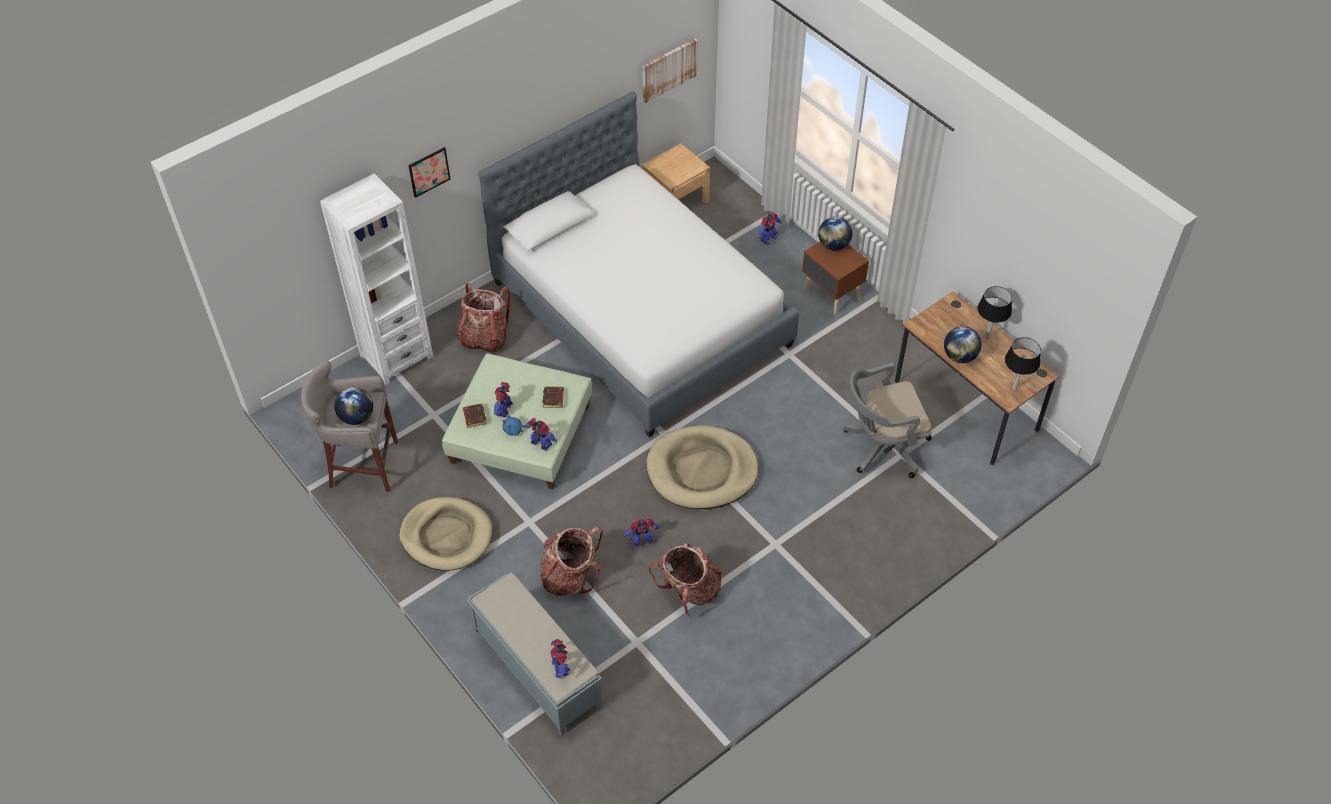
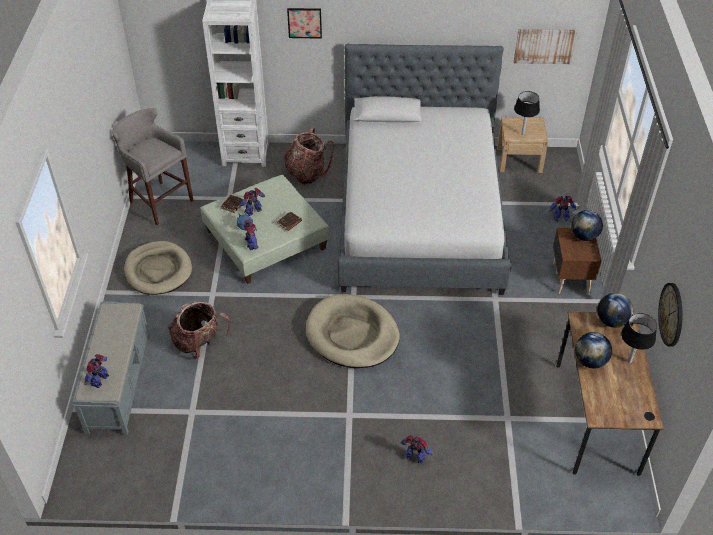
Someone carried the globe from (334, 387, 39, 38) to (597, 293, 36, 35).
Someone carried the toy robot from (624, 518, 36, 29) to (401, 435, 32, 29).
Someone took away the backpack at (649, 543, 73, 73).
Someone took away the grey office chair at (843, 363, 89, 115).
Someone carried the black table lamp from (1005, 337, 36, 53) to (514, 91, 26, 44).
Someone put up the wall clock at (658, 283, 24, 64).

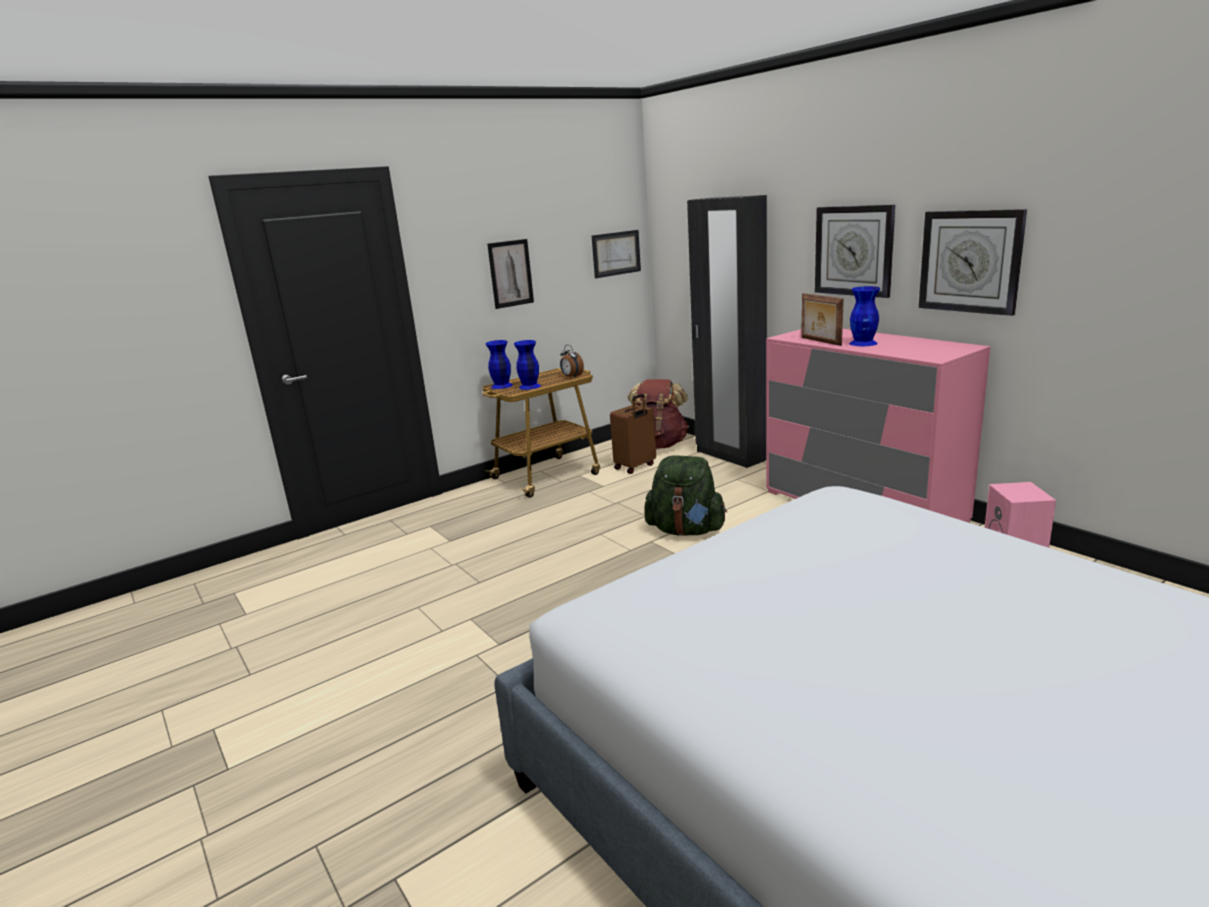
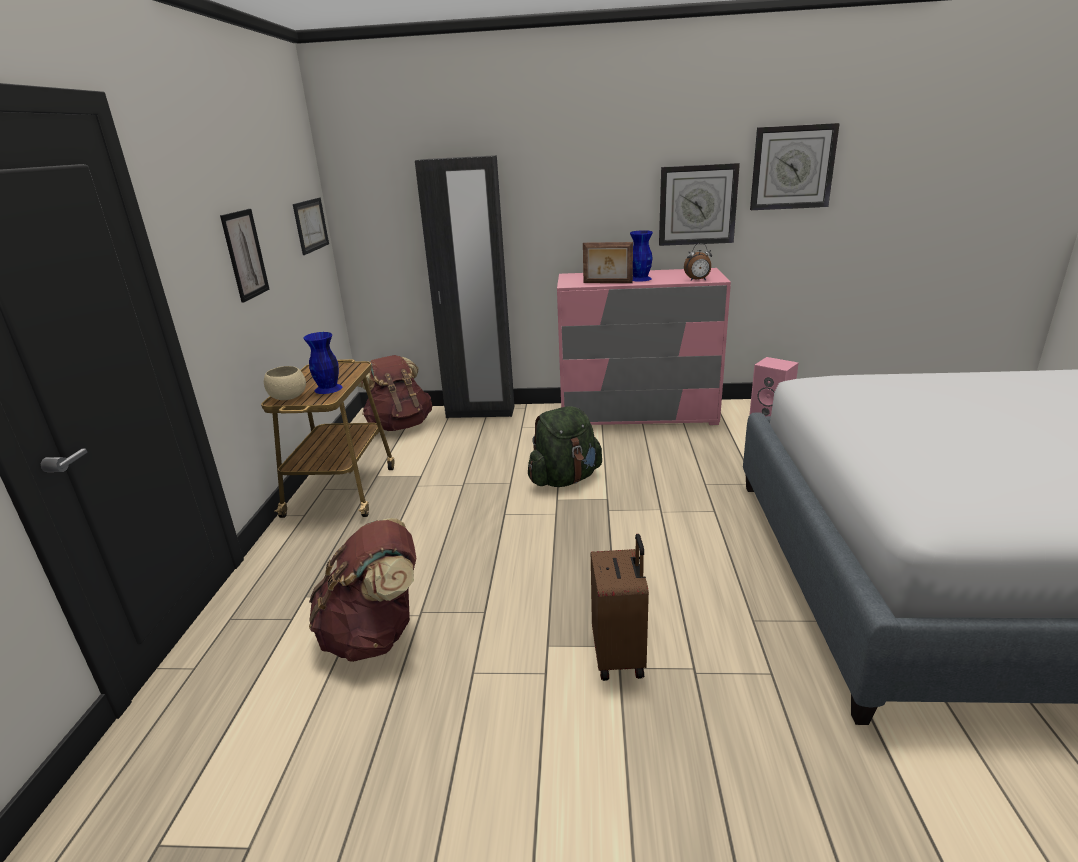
Someone swapped the blue vase at (486, 340, 27, 49) for the beige bowl at (264, 366, 42, 34).
Someone carried the alarm clock from (560, 345, 24, 33) to (684, 244, 28, 37).
Someone carried the brown suitcase from (610, 394, 46, 80) to (591, 534, 58, 147).
Someone carried the wall clock from (815, 205, 80, 93) to (750, 123, 90, 87).
Someone put down the brown backpack at (309, 518, 107, 144).

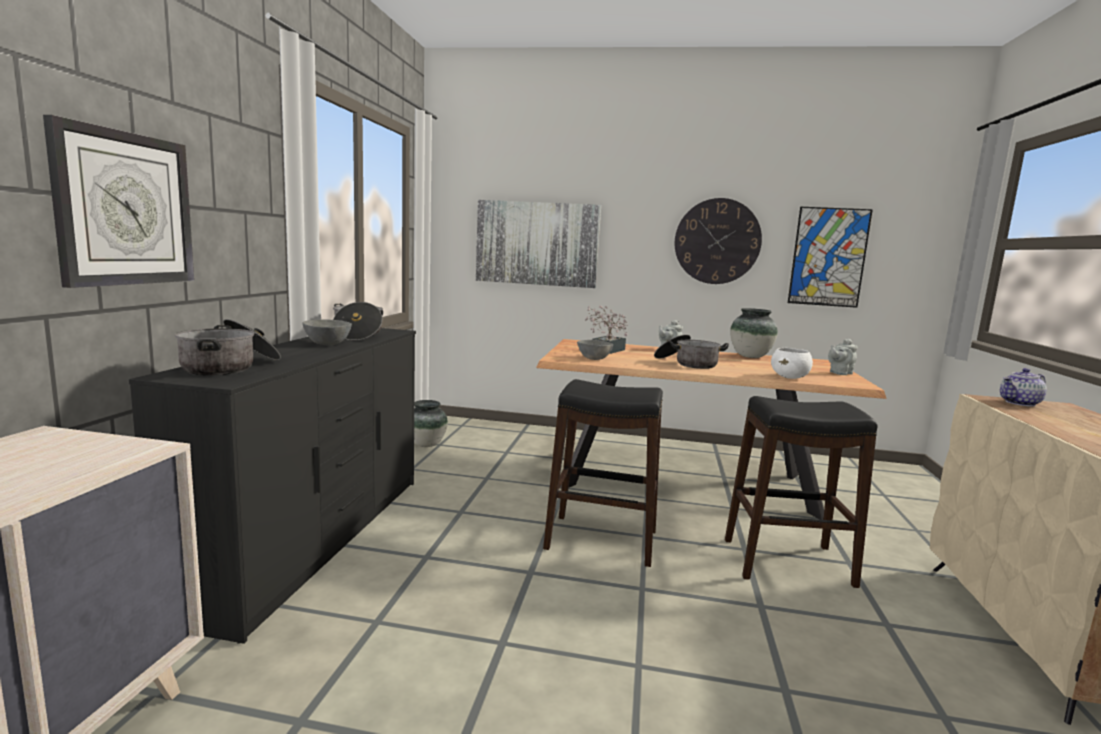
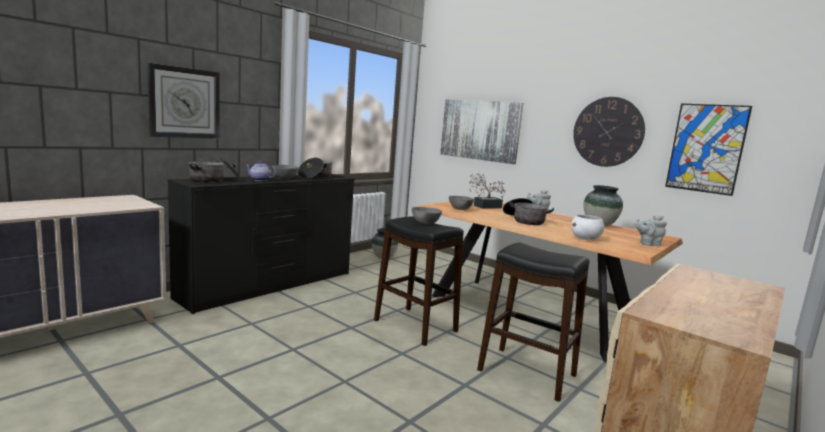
Someone carried the teapot from (1000, 368, 47, 38) to (246, 161, 30, 20).
Someone put down the grey bowl at (412, 207, 30, 17).

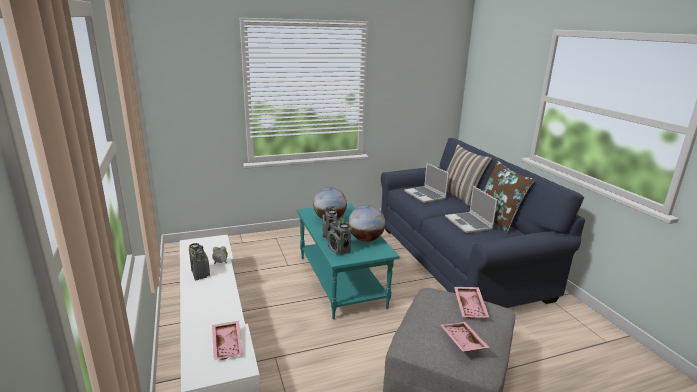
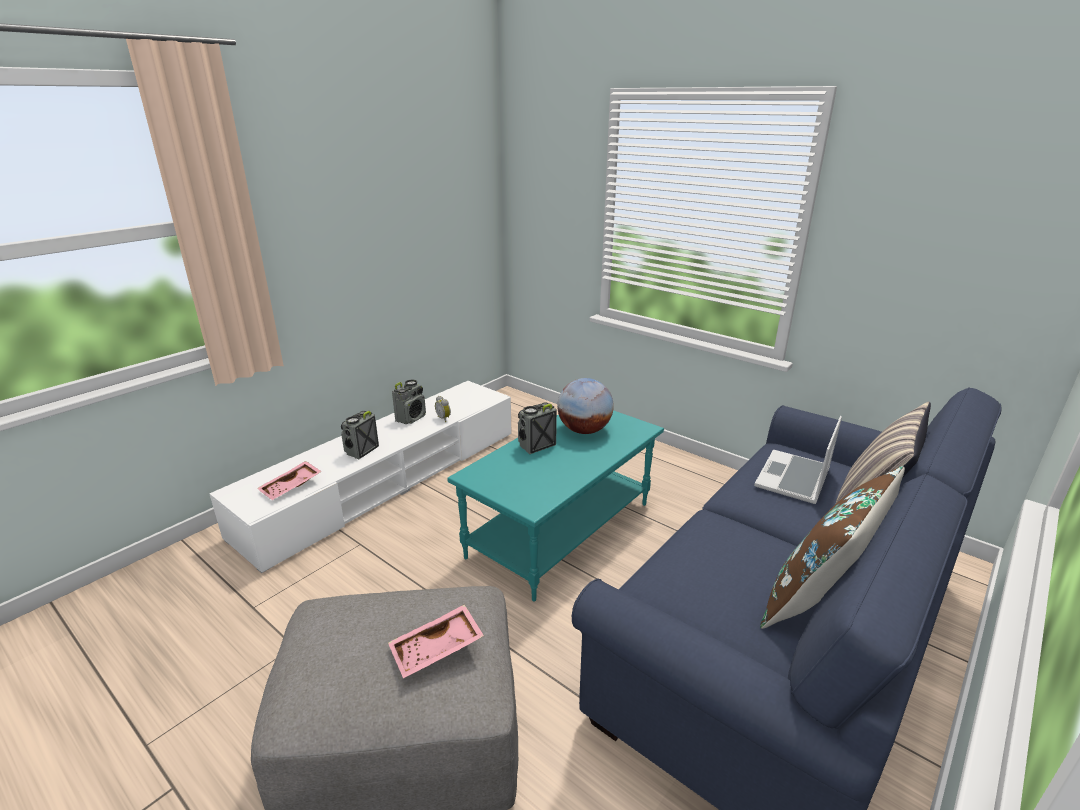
Someone carried the radio from (327, 218, 24, 37) to (341, 411, 38, 48).
Someone took away the globe at (348, 205, 37, 37).
Someone took away the pink tray at (440, 322, 50, 30).
Someone took away the laptop at (445, 186, 52, 47).

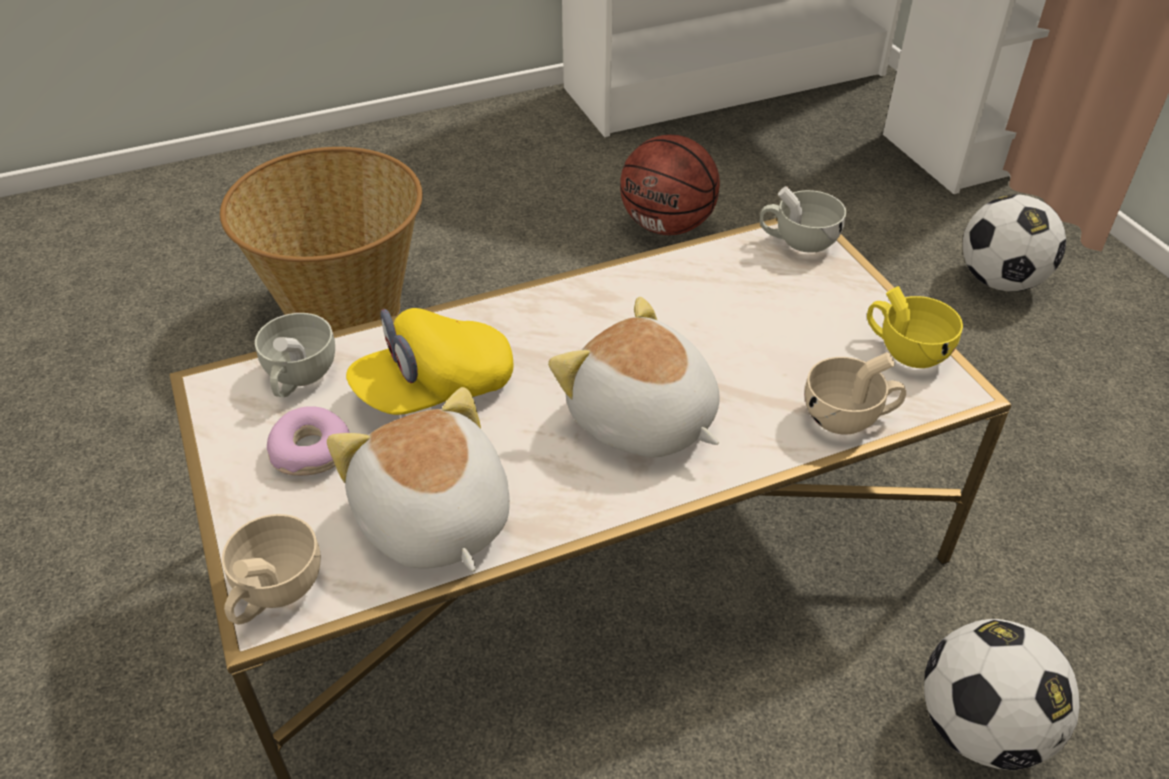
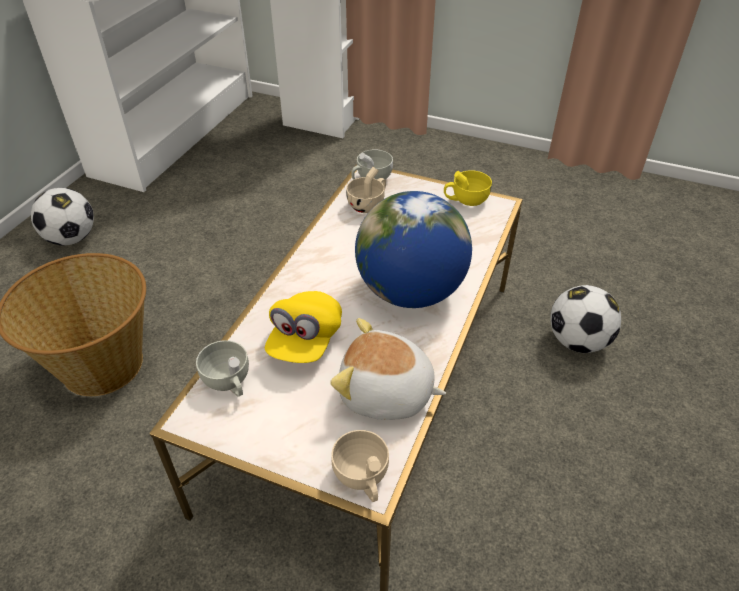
Someone took away the donut at (267, 406, 83, 70).
Someone swapped the plush toy at (548, 297, 172, 160) for the globe at (355, 191, 117, 117).
Someone took away the basketball at (620, 135, 100, 100).
Someone carried the beige cup from (805, 352, 101, 83) to (346, 167, 40, 46).
Someone carried the football from (963, 194, 103, 98) to (31, 188, 63, 58).

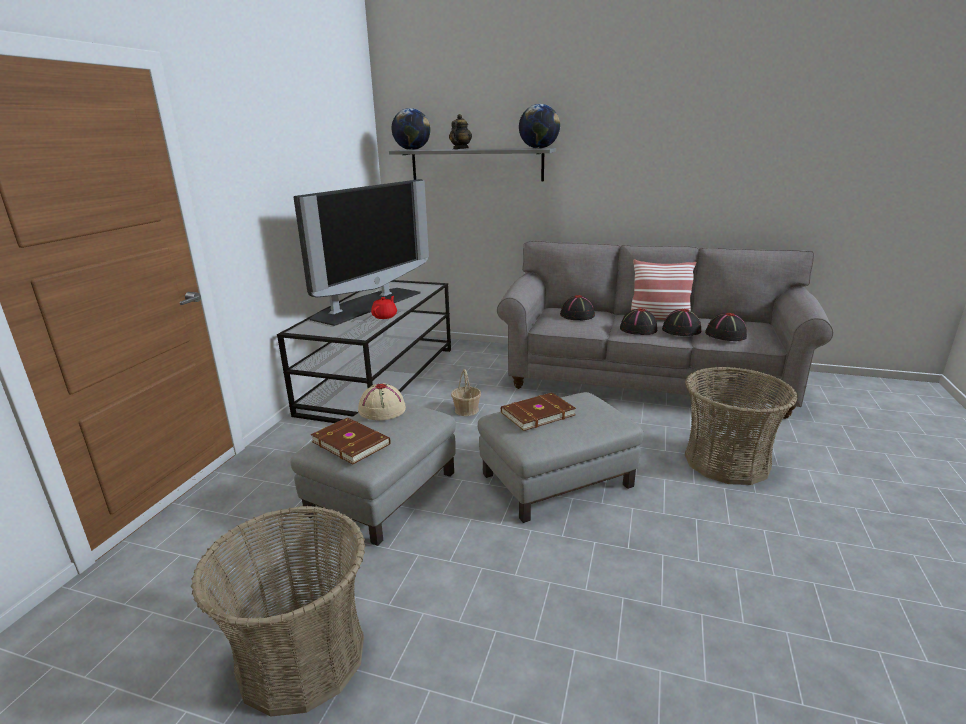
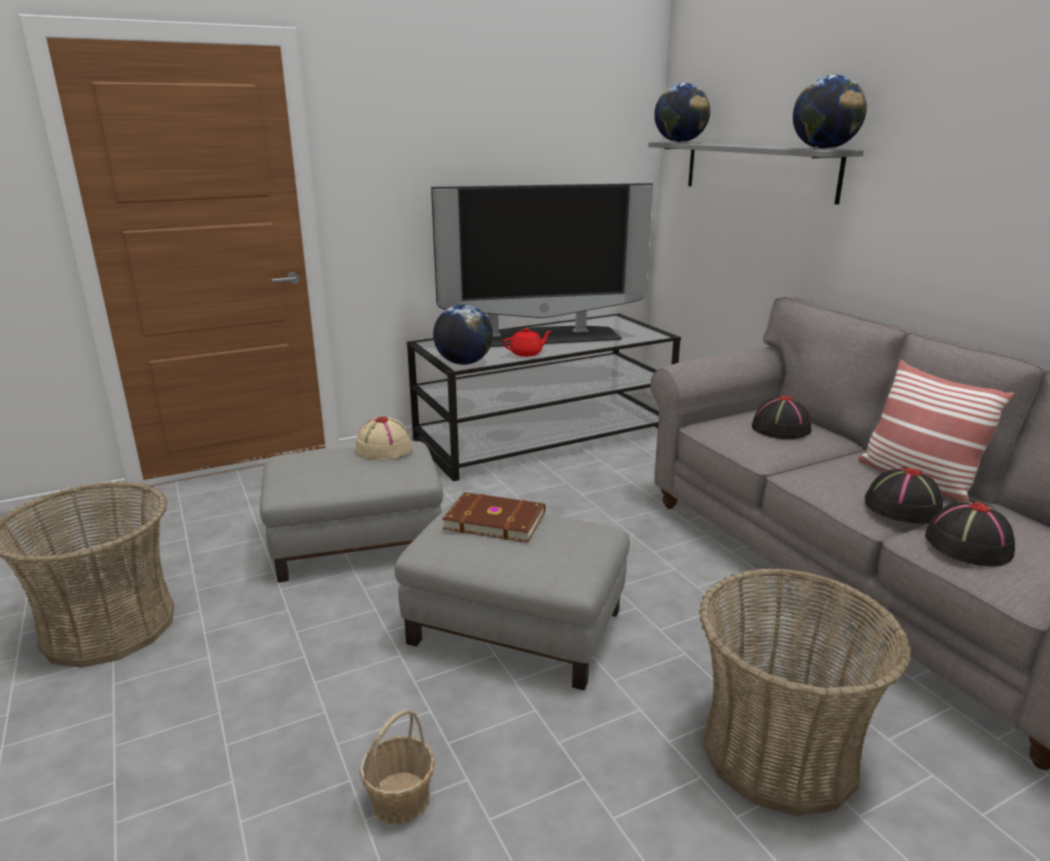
Someone took away the brown book at (310, 417, 81, 48).
Someone took away the teapot at (449, 114, 23, 35).
Someone carried the basket from (451, 369, 30, 47) to (359, 709, 76, 116).
Someone took away the black hat at (620, 308, 37, 27).
Someone put down the globe at (433, 305, 60, 60).

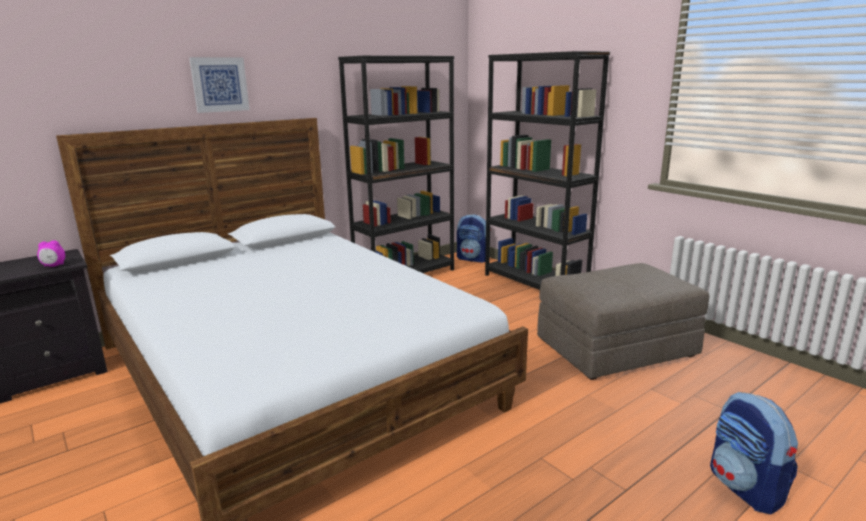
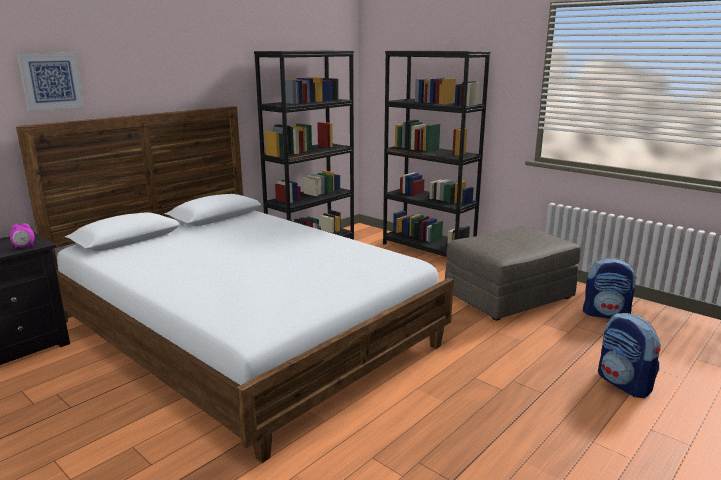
Someone carried the picture from (189, 57, 61, 56) to (17, 53, 68, 58).
Someone carried the backpack from (457, 214, 34, 49) to (583, 258, 54, 61).

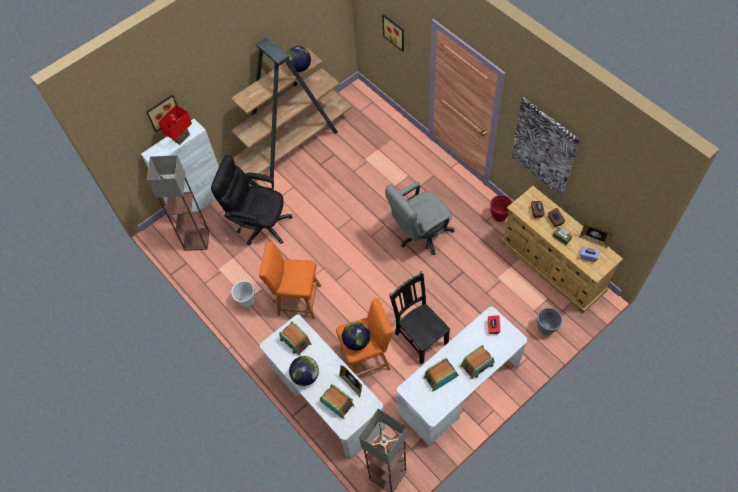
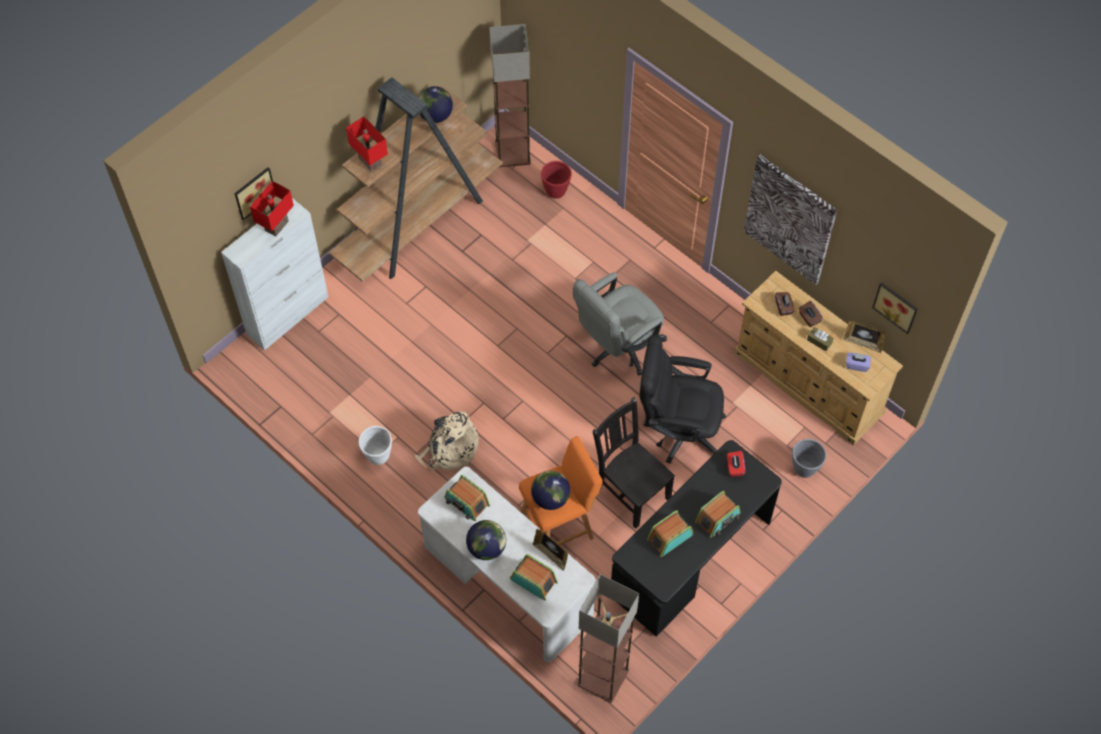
Someone carried the floor lamp from (147, 155, 62, 96) to (489, 24, 42, 143).
Someone carried the black office chair from (211, 155, 82, 91) to (640, 335, 86, 129).
Someone swapped the orange stool at (259, 241, 62, 78) for the beige backpack at (415, 411, 64, 60).
Someone carried the picture from (382, 14, 22, 38) to (872, 282, 46, 52).
Someone repainted the white desk at (397, 307, 130, 139), which became the black desk at (611, 440, 171, 197).
Someone carried the red planter from (490, 195, 23, 27) to (541, 161, 31, 38).
Someone put down the red table lamp at (346, 116, 42, 56).

